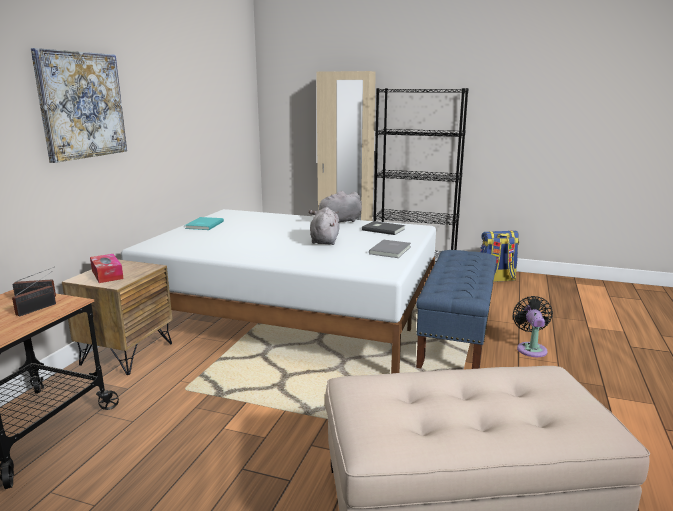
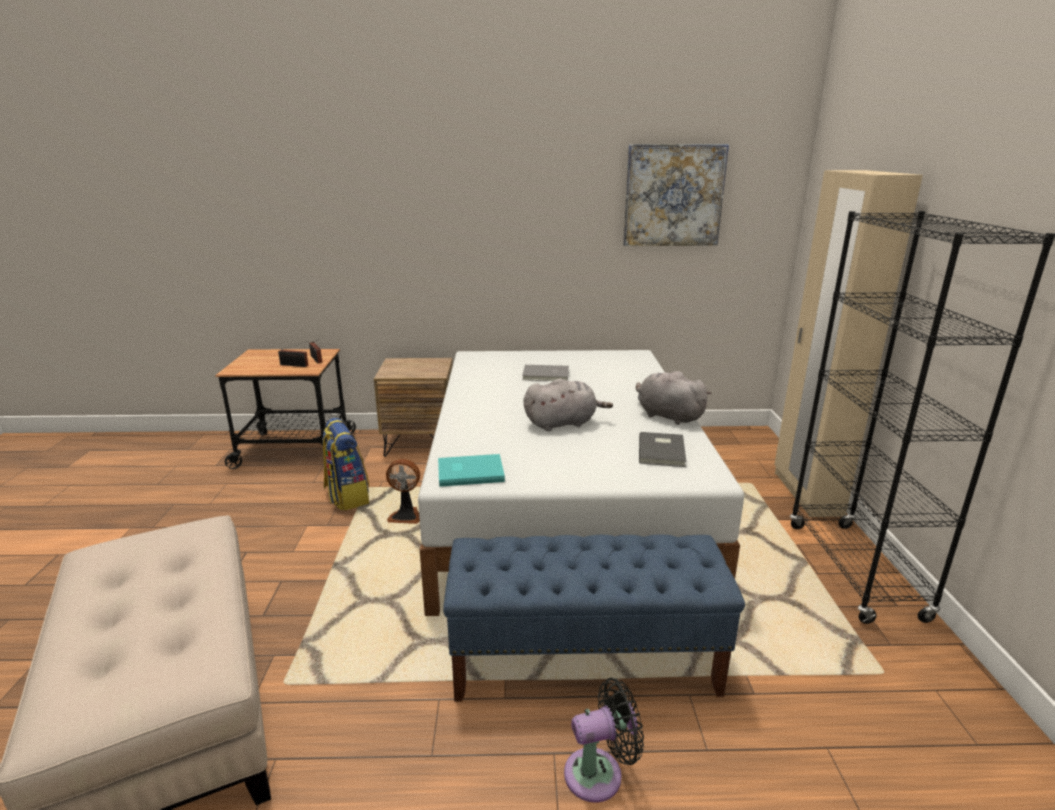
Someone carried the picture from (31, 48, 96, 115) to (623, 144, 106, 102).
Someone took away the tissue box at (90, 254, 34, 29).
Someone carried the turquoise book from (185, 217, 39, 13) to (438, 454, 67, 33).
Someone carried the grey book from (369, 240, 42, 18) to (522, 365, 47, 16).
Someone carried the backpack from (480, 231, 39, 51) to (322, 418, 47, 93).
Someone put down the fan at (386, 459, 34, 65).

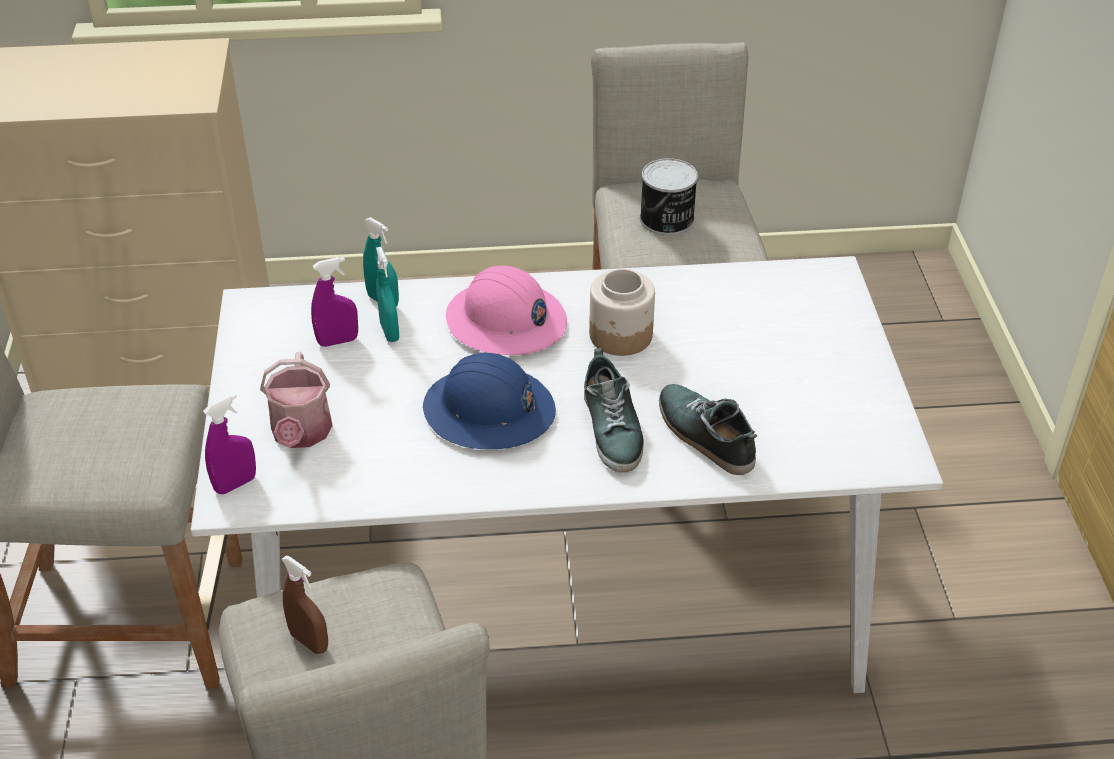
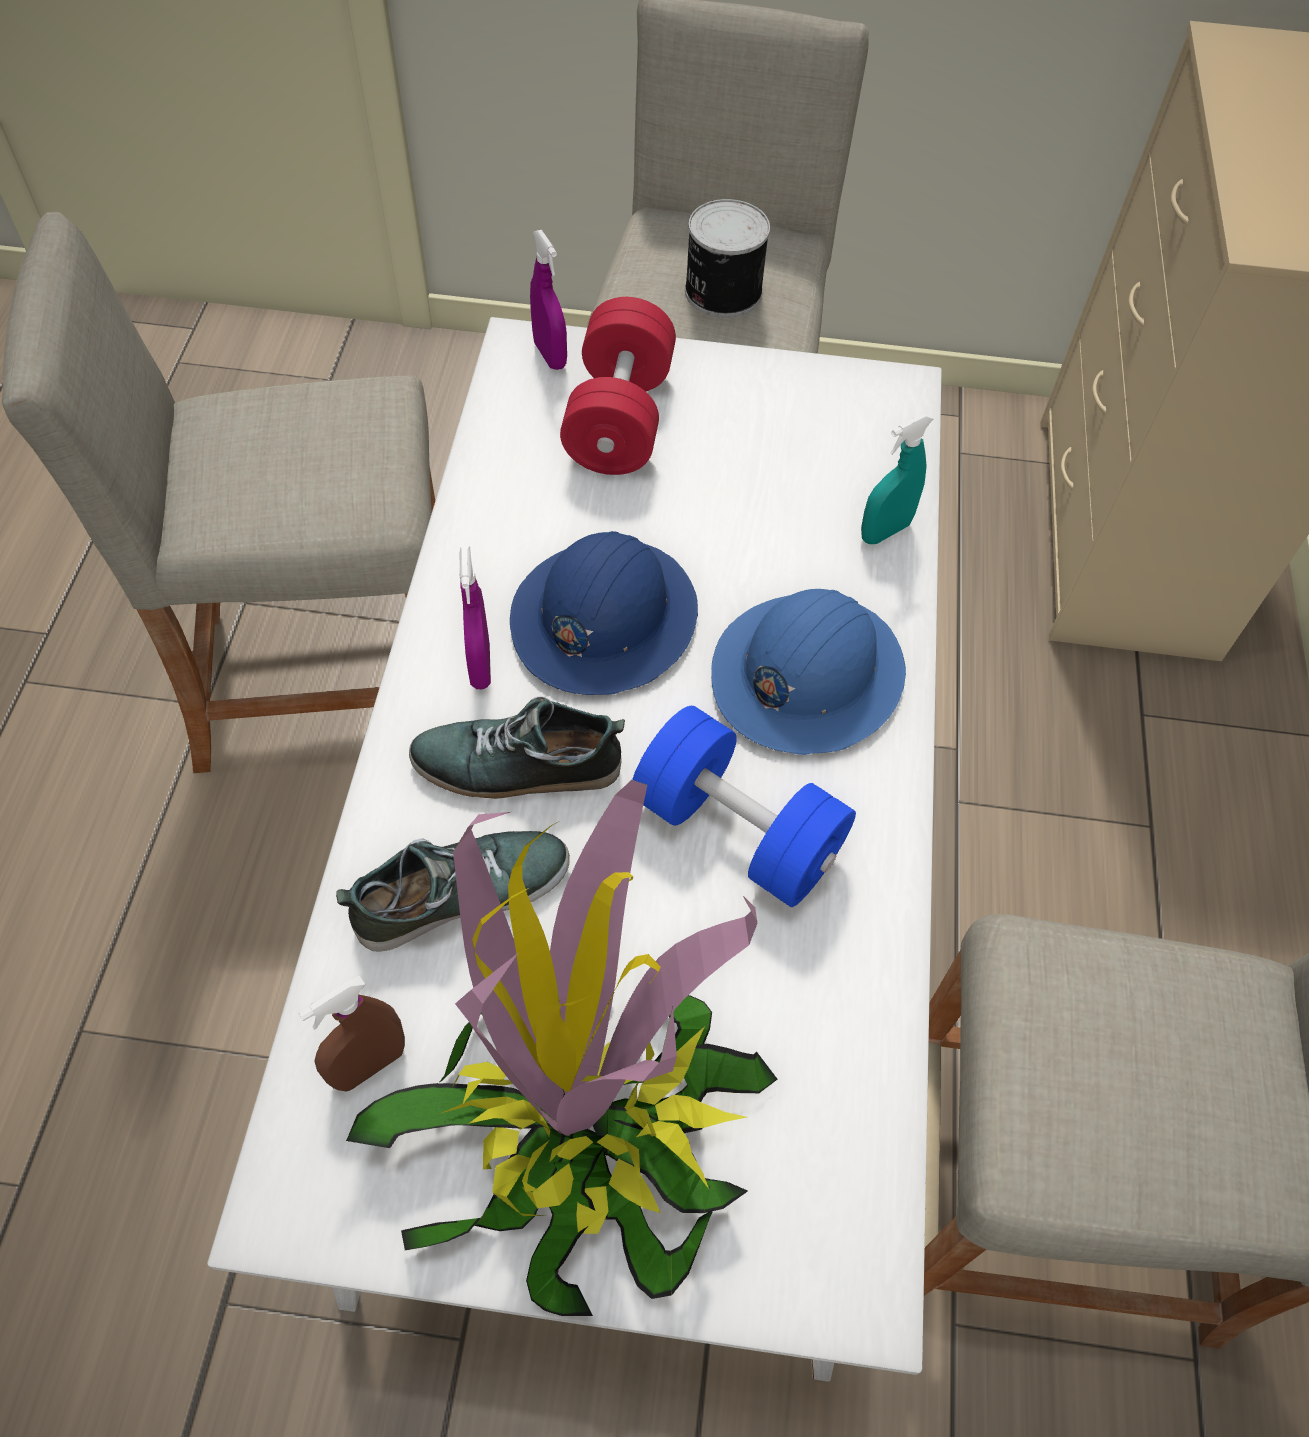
Someone swapped the watering can at (260, 352, 73, 96) for the red dumbbell at (560, 297, 116, 178).
Someone carried the brown spray bottle from (281, 556, 47, 98) to (299, 976, 106, 116).
Someone carried the purple spray bottle from (311, 257, 47, 90) to (459, 546, 32, 143).
Someone took away the turquoise spray bottle at (376, 247, 23, 95).
Someone repainted the pink hard hat at (446, 266, 121, 89), which became the blue hard hat at (711, 589, 195, 166).
Someone swapped the jar at (589, 269, 66, 87) for the blue dumbbell at (632, 706, 224, 201).
Someone carried the can from (640, 158, 58, 78) to (685, 199, 85, 119).
Someone put down the potted plant at (346, 780, 432, 536).

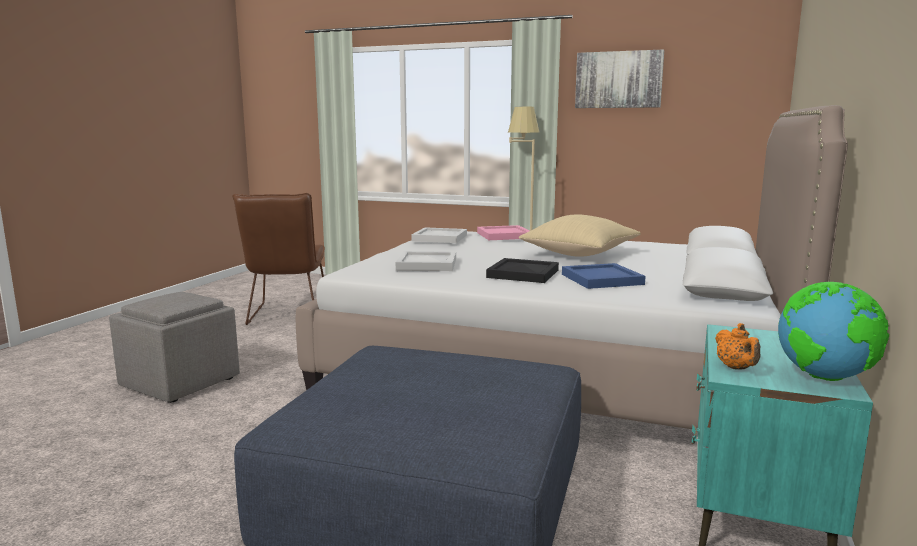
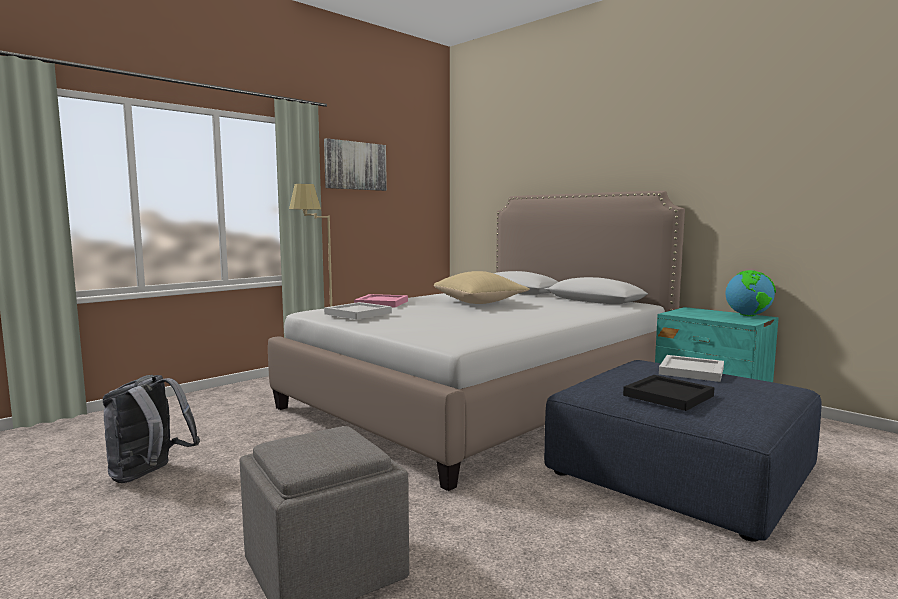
Someone swapped the brown chair at (233, 193, 92, 132) for the grey backpack at (102, 375, 98, 108).
Someone carried the white tray from (396, 251, 60, 20) to (659, 355, 65, 27).
Someone carried the black tray from (486, 258, 73, 25) to (623, 375, 92, 36).
Someone took away the blue tray at (562, 263, 84, 26).
Someone took away the orange teapot at (715, 323, 46, 46).

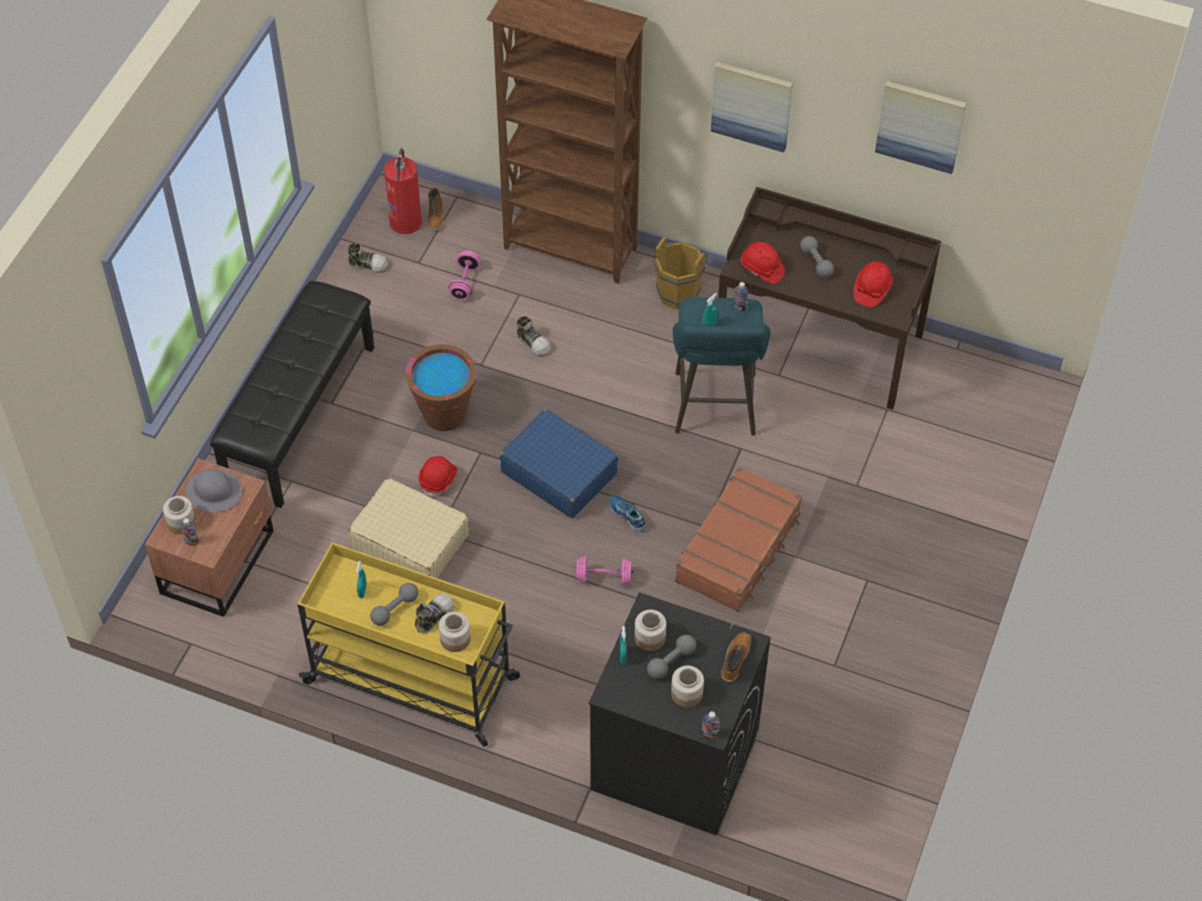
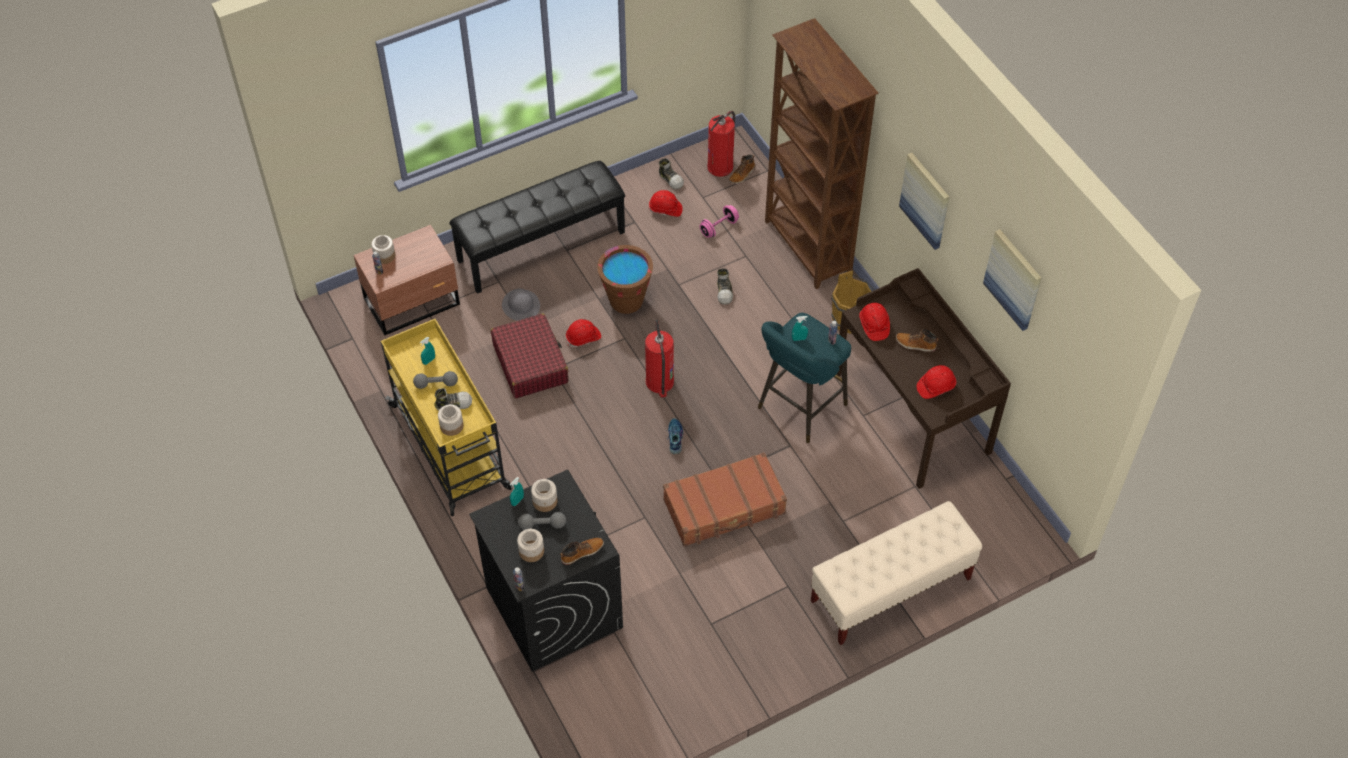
Someone carried the grey hard hat from (186, 469, 56, 43) to (502, 288, 38, 33).
Someone repainted the beige suitcase at (348, 478, 121, 100), which became the red suitcase at (491, 313, 77, 85).
Someone swapped the blue suitcase at (500, 409, 118, 109) for the fire extinguisher at (645, 320, 29, 77).
Someone took away the pink dumbbell at (574, 556, 60, 30).
Someone swapped the grey dumbbell at (800, 236, 34, 42) for the boot at (896, 329, 43, 23).
Someone put down the red hard hat at (649, 190, 34, 27).
Someone put down the beige bench at (811, 501, 171, 144).

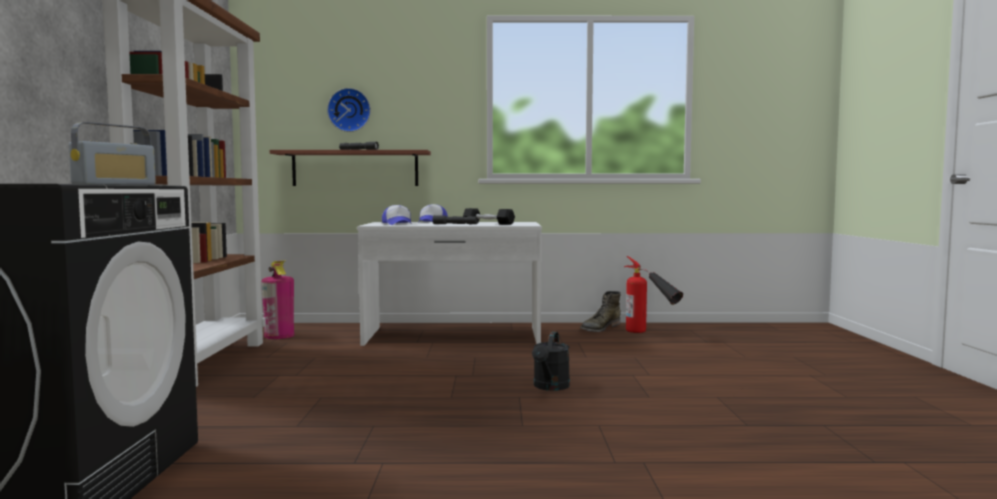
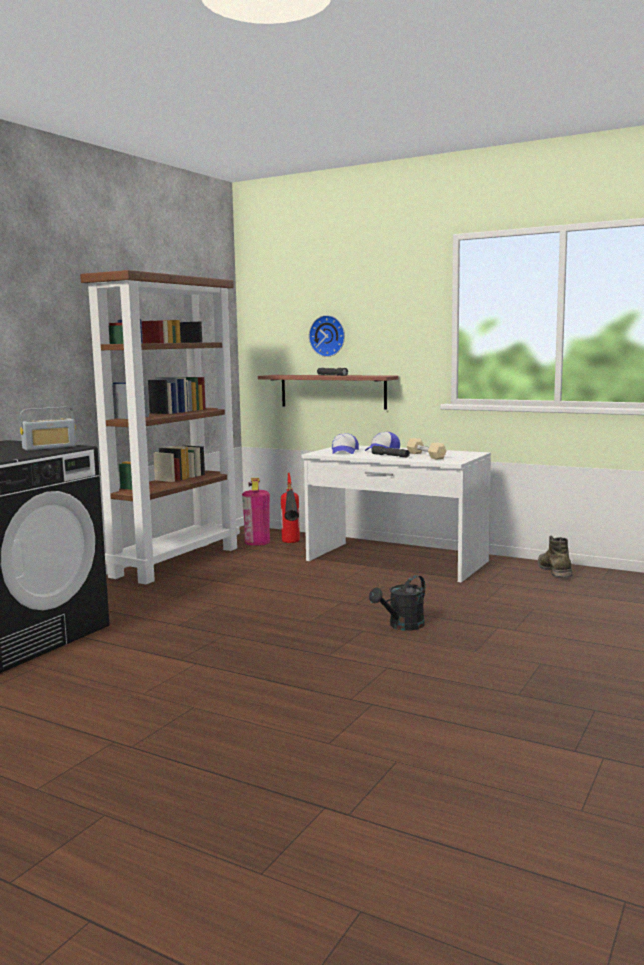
Someone repainted the black dumbbell at (463, 208, 52, 17), which became the beige dumbbell at (406, 438, 41, 21).
Someone rotated the green boot at (580, 291, 41, 41) by 105 degrees clockwise.
Someone carried the fire extinguisher from (624, 256, 59, 77) to (281, 473, 19, 70).

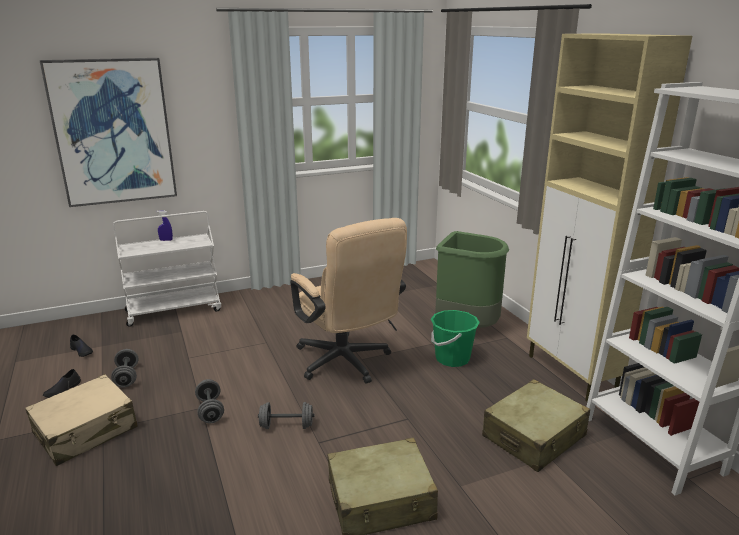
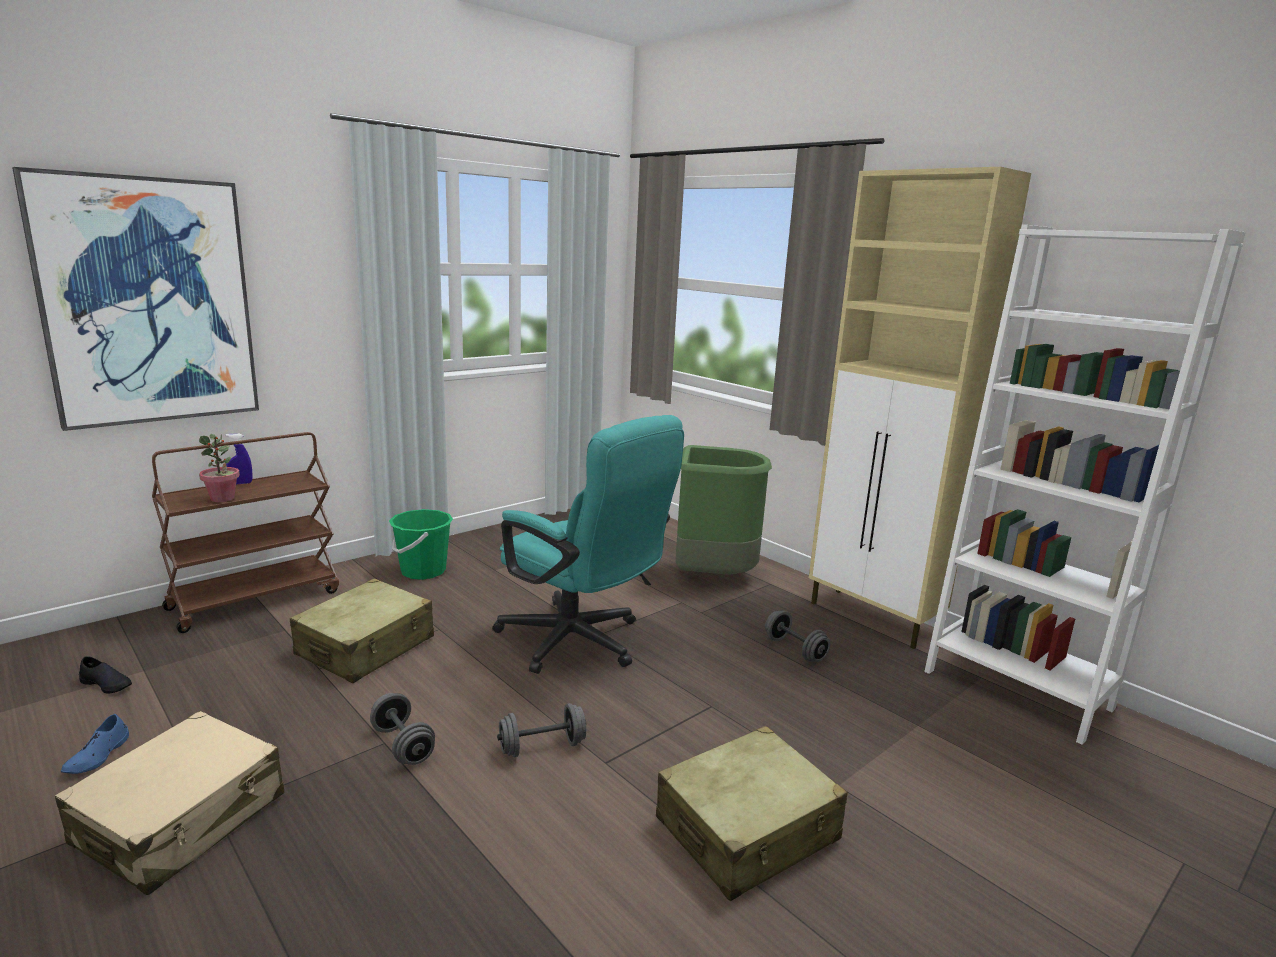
Someone repainted the black shoe at (43, 369, 38, 29), which became the blue shoe at (61, 714, 68, 60).
Someone carried the grey dumbbell from (111, 349, 27, 39) to (765, 610, 65, 52).
Someone repainted the white cart at (113, 211, 108, 116), which became the brown cart at (152, 432, 187, 201).
Someone repainted the beige office chair at (290, 218, 117, 166), which became the turquoise office chair at (492, 415, 192, 259).
Someone carried the green bucket from (431, 310, 49, 57) to (389, 509, 64, 71).
Someone carried the beige suitcase from (482, 379, 108, 93) to (290, 579, 144, 104).
Someone put down the potted plant at (199, 434, 41, 68).

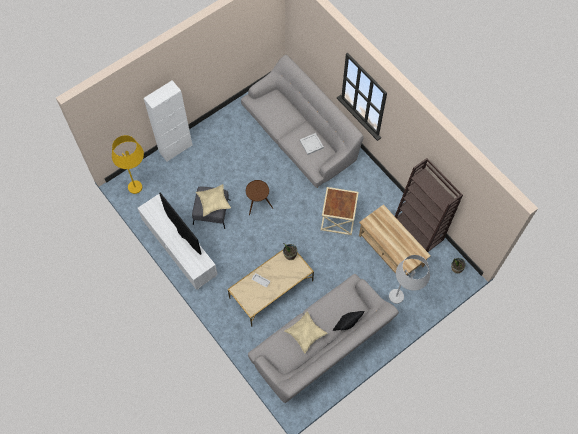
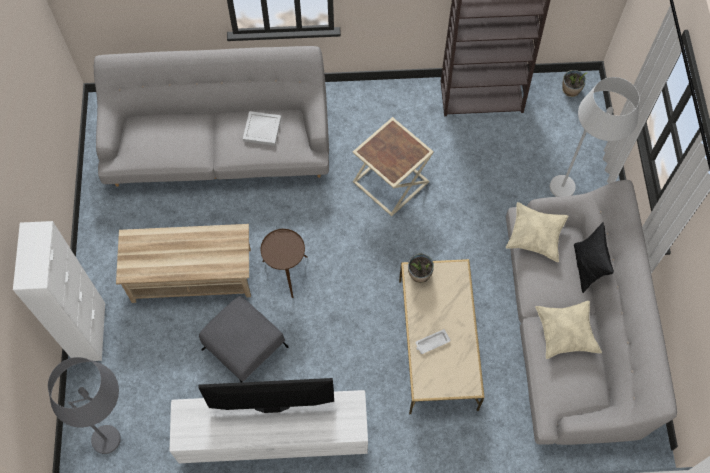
Someone repainted the yellow floor lamp at (112, 135, 32, 59), which became the grey floor lamp at (48, 357, 73, 97).
Someone carried the beige pillow from (196, 184, 35, 33) to (506, 202, 62, 60).
Someone carried the beige coffee table from (359, 204, 72, 71) to (116, 224, 135, 79).

